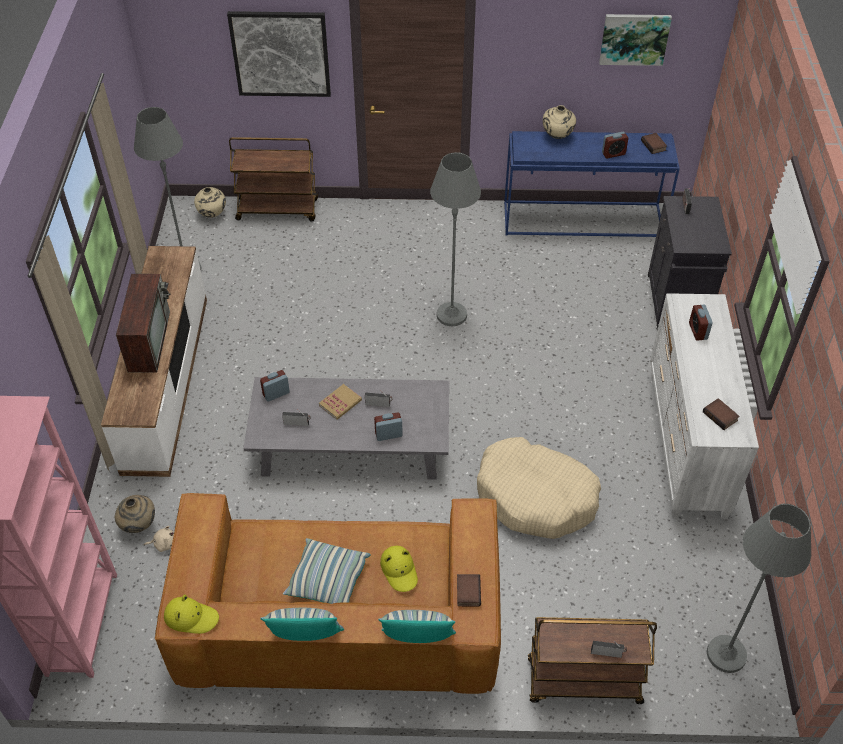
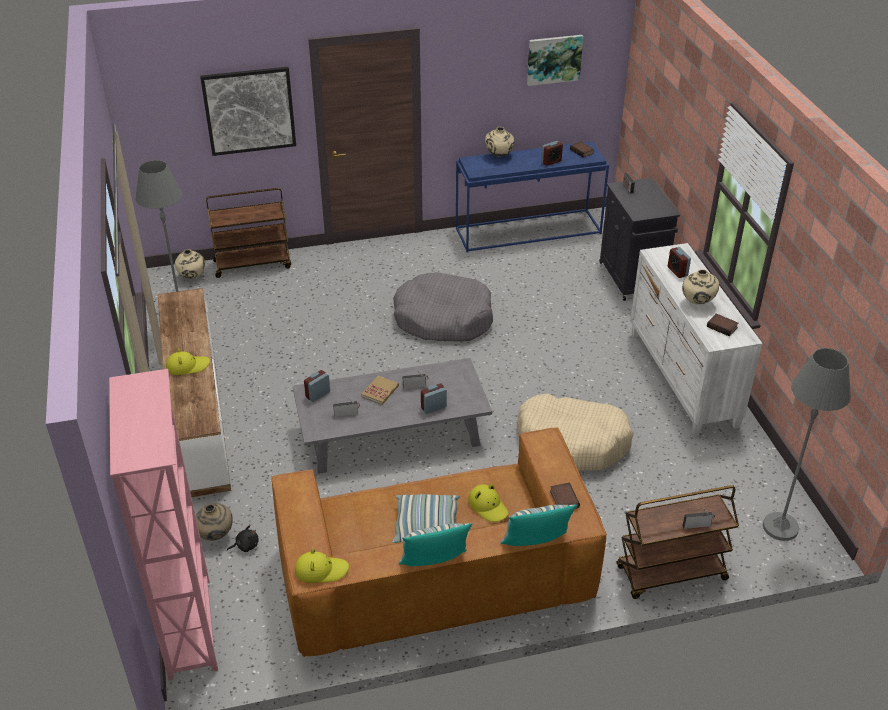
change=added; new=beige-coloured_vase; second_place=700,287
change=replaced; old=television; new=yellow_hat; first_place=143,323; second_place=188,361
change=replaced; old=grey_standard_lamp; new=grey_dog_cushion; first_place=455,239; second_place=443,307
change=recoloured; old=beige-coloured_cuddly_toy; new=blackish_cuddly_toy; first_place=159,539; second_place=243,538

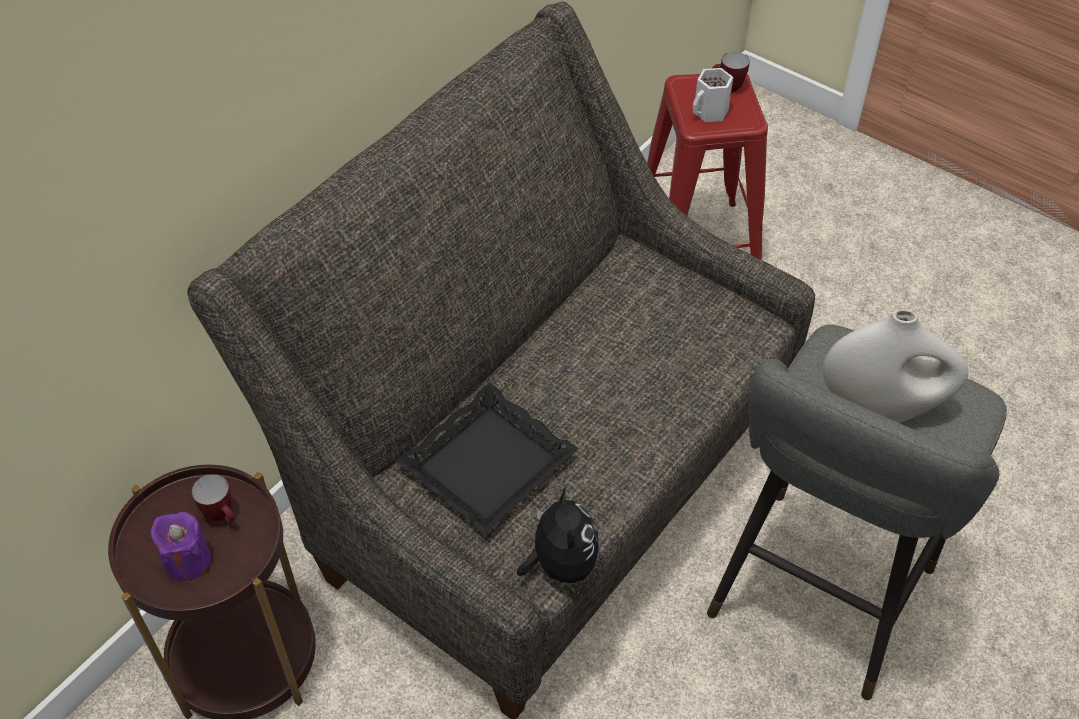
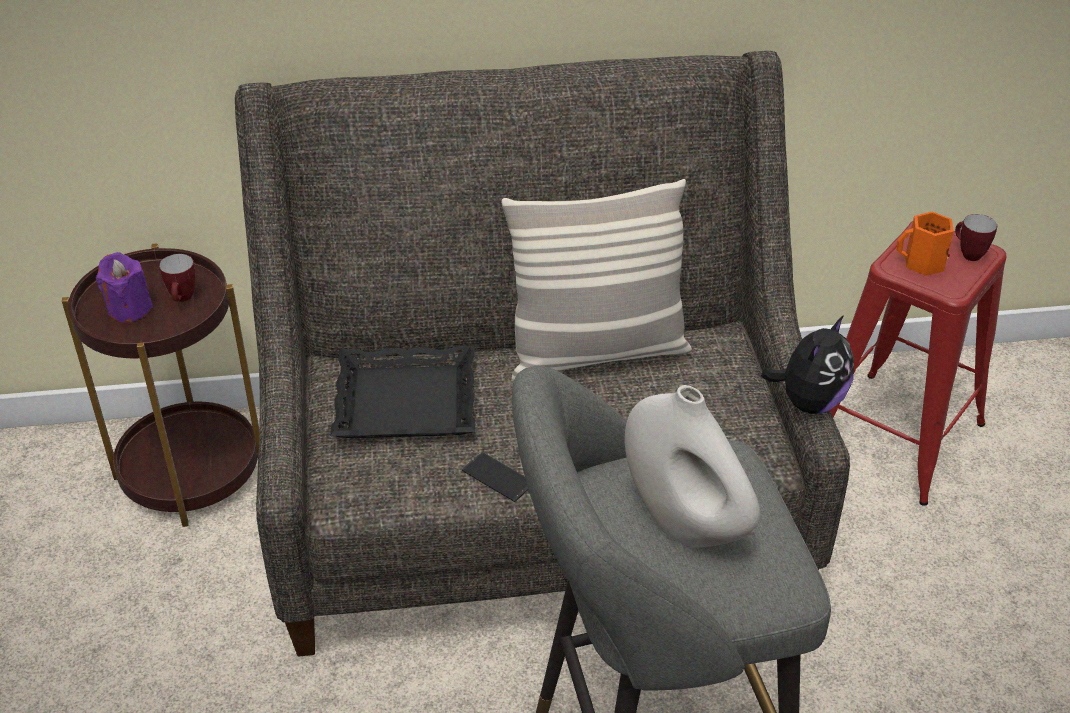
change=added; new=phone; second_place=495,477
change=added; new=cushion; second_place=596,279
change=moved; old=cuddly_toy; first_place=558,535; second_place=807,364
change=recoloured; old=white-coloured_coffee_mug; new=orange_coffee_mug; first_place=713,95; second_place=925,244

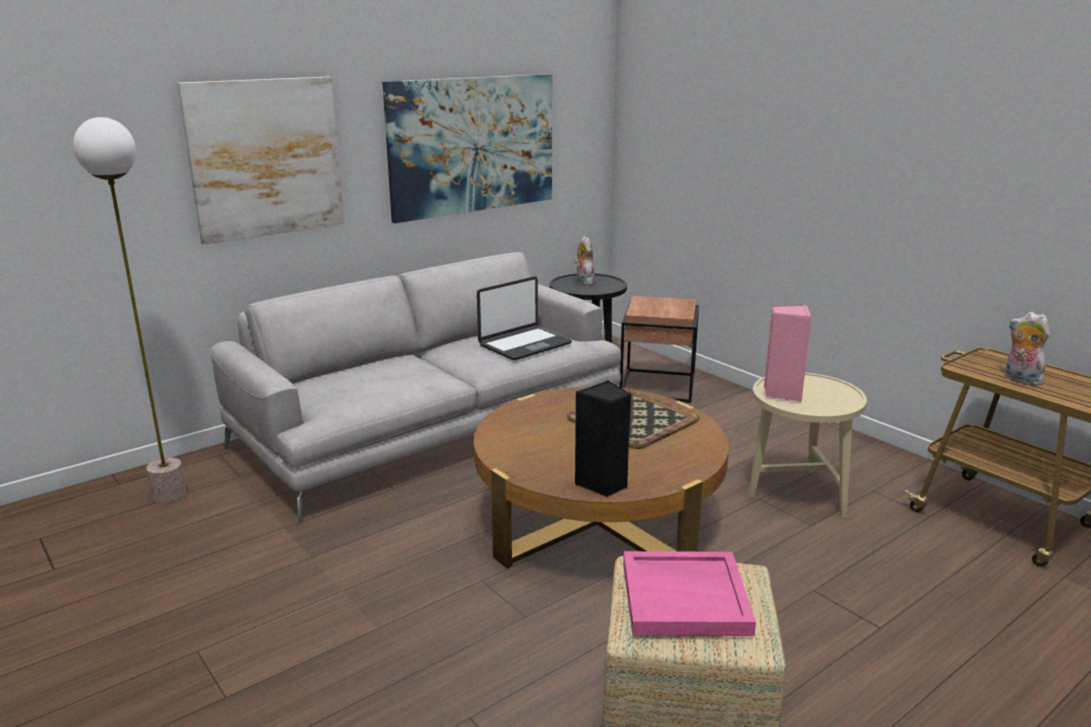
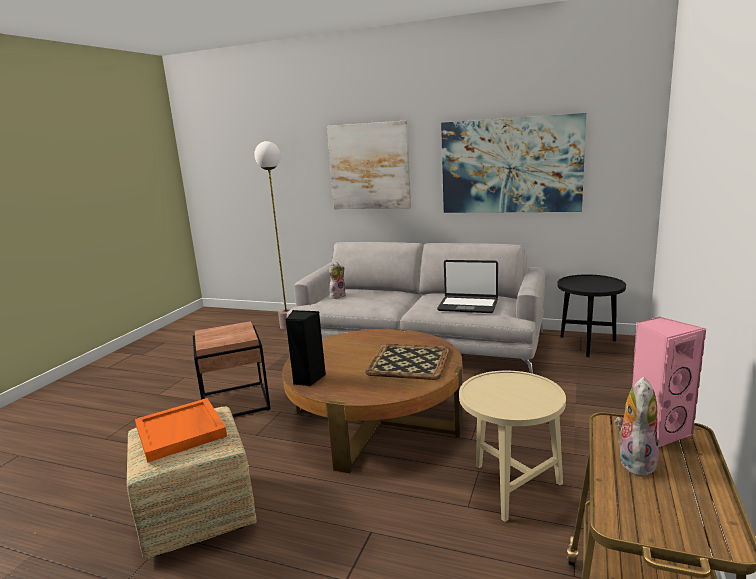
change=moved; old=cuddly_toy; first_place=584,260; second_place=337,280
change=moved; old=brown-coloured_side_table; first_place=659,349; second_place=232,369
change=moved; old=pink-coloured_loudspeaker; first_place=788,353; second_place=669,381
change=recoloured; old=pink-coloured_tray; new=orange_tray; first_place=689,593; second_place=181,430

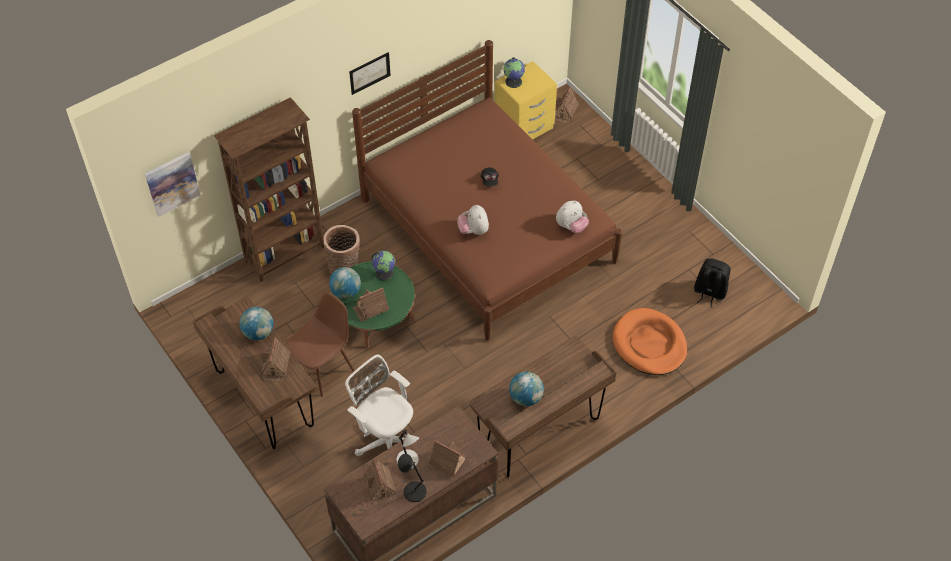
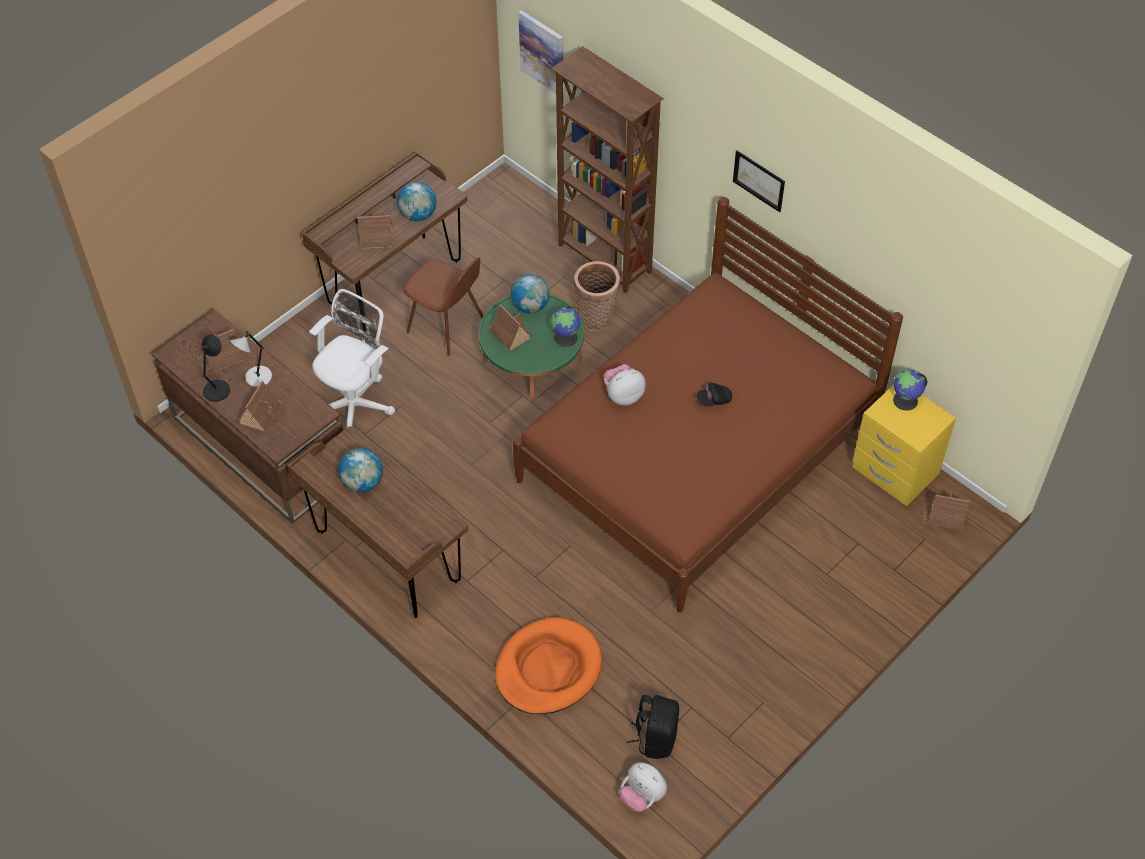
change=moved; old=cuddly_toy; first_place=572,217; second_place=643,787

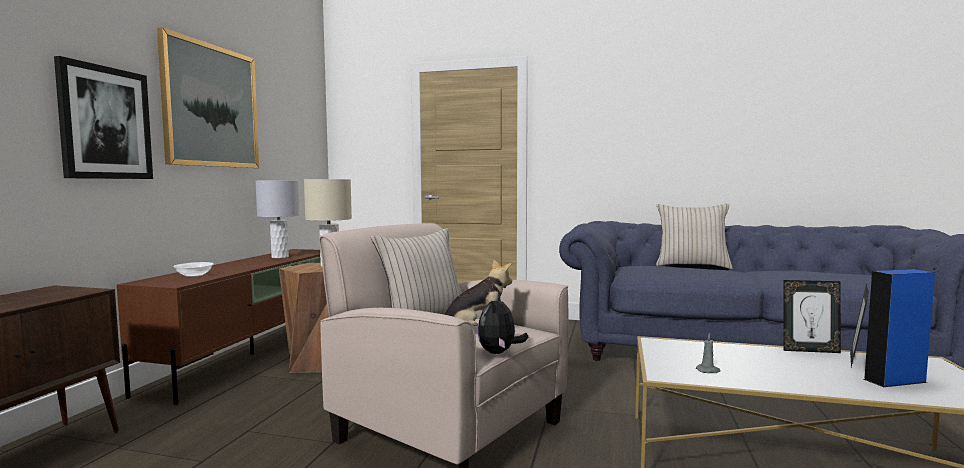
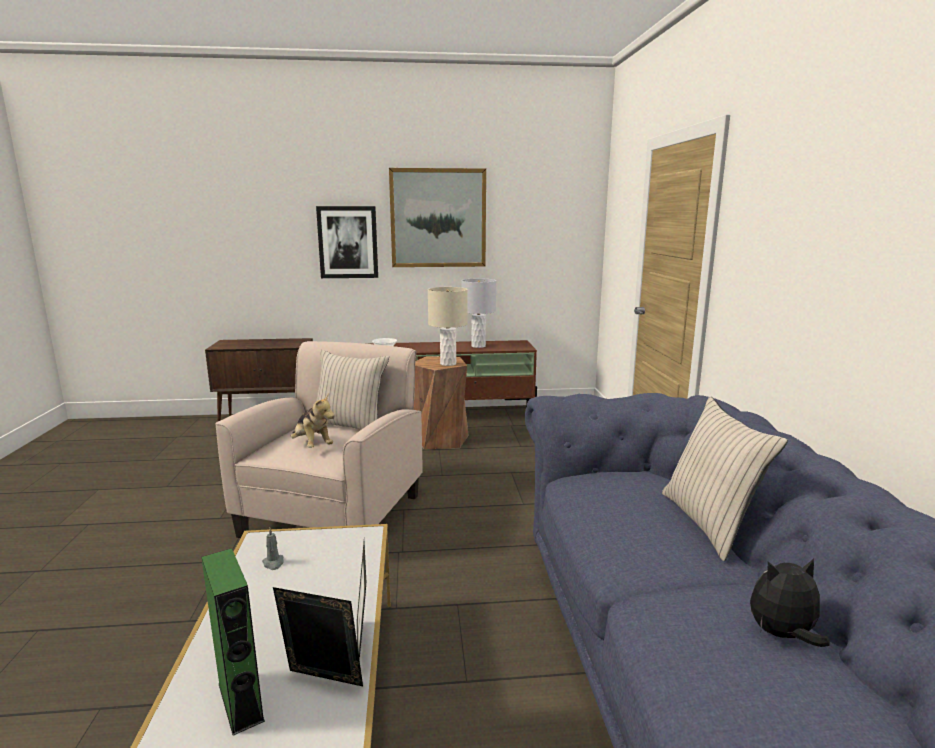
change=moved; old=cuddly_toy; first_place=503,323; second_place=790,602
change=recoloured; old=blue_loudspeaker; new=green-coloured_loudspeaker; first_place=899,328; second_place=233,642

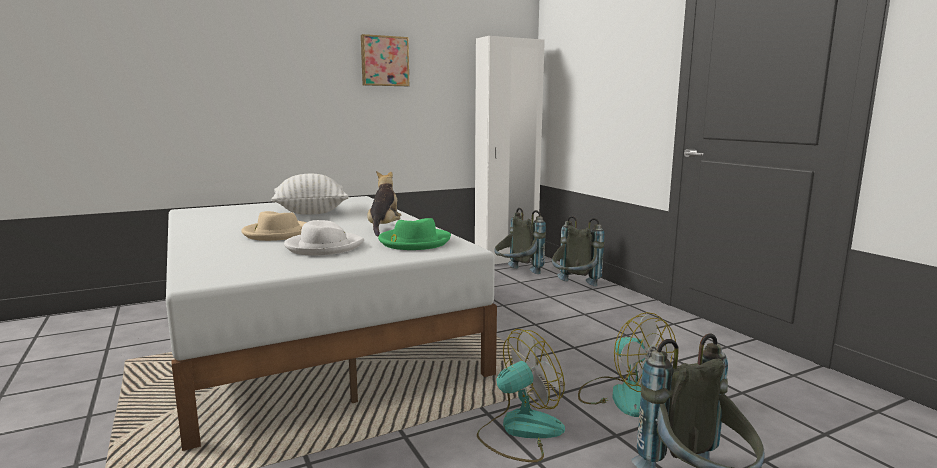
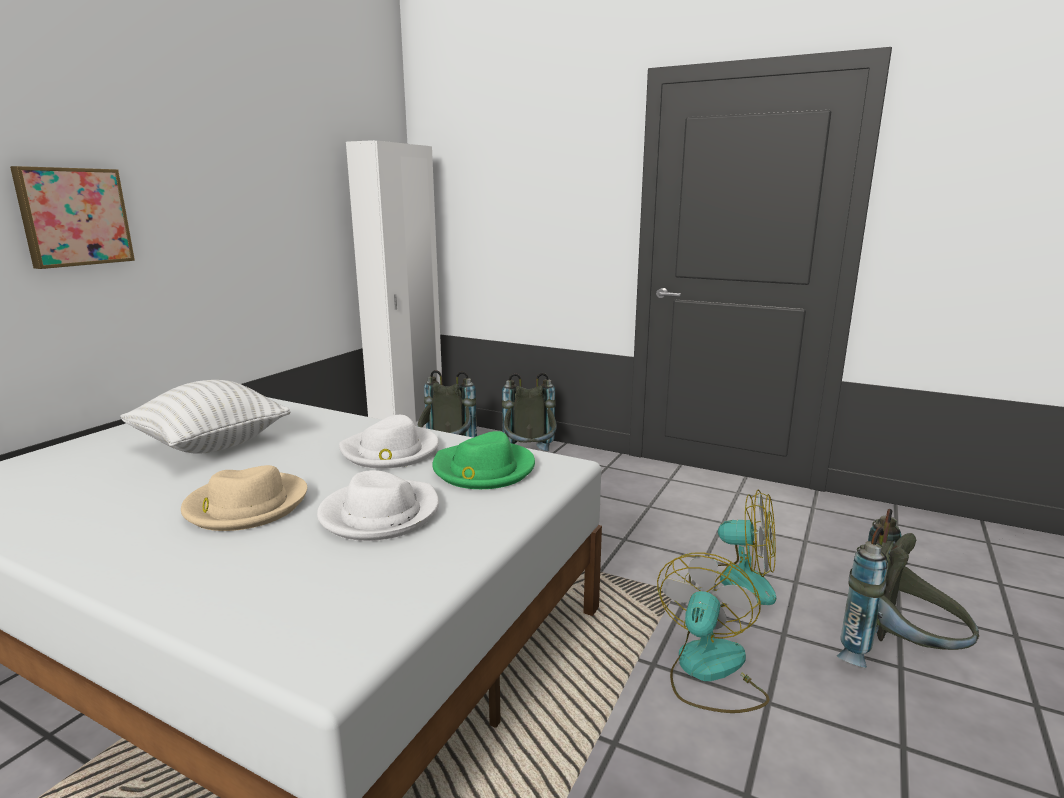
change=moved; old=wall_art; first_place=385,60; second_place=72,217
change=replaced; old=cuddly_toy; new=white-coloured_hat; first_place=384,203; second_place=389,442

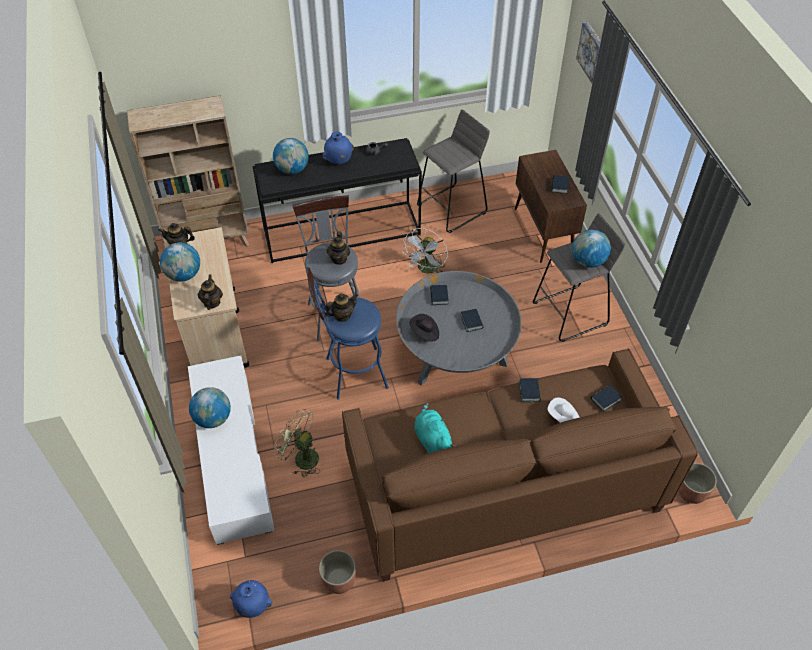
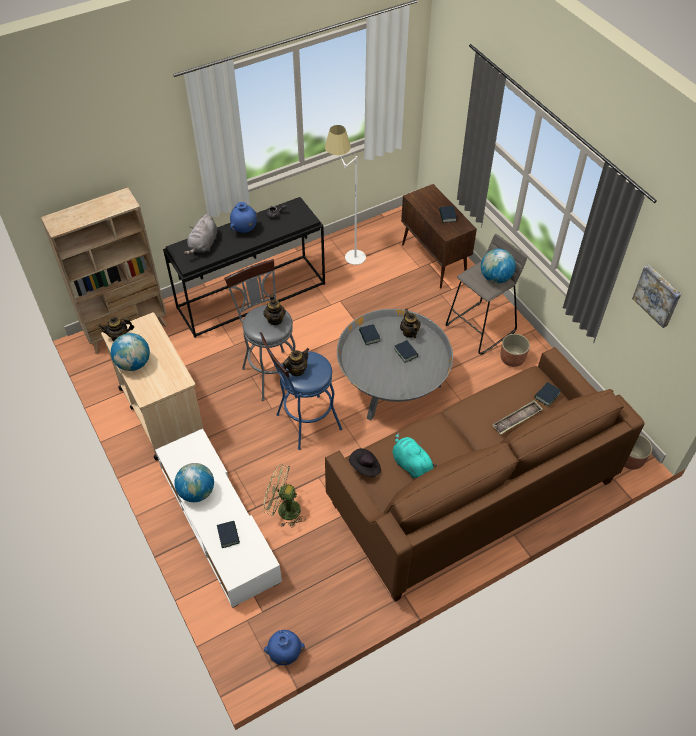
change=removed; old=white-coloured_fan; first_place=425,251
change=moved; old=pot_for_tea; first_place=210,292; second_place=410,323
change=moved; old=planter; first_place=337,572; second_place=515,350
change=moved; old=blackish_hat; first_place=424,328; second_place=365,462
change=moved; old=volume; first_place=530,390; second_place=228,534
change=moved; old=wall_art; first_place=588,52; second_place=656,296
change=replaced; old=world_globe; new=grey_cuddly_toy; first_place=291,156; second_place=200,234
change=replaced; old=grey_stool_seat; new=white-coloured_standard_lamp; first_place=453,171; second_place=345,195
change=replaced; old=white-coloured_hat; new=tray; first_place=564,410; second_place=518,417

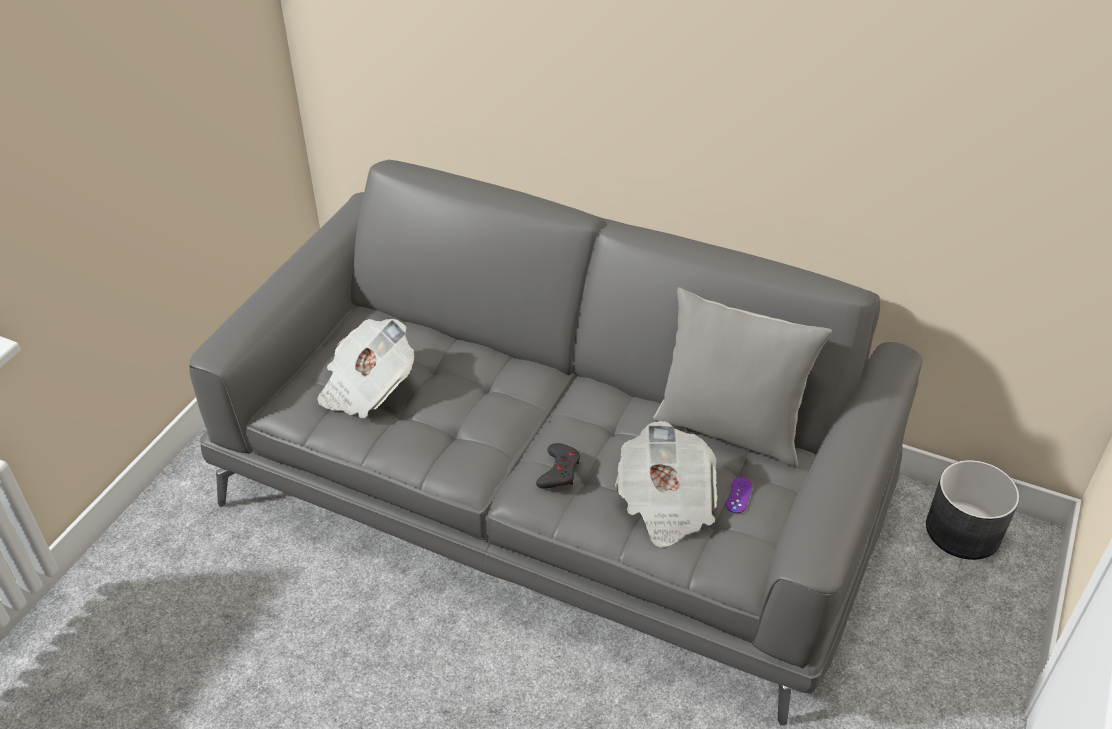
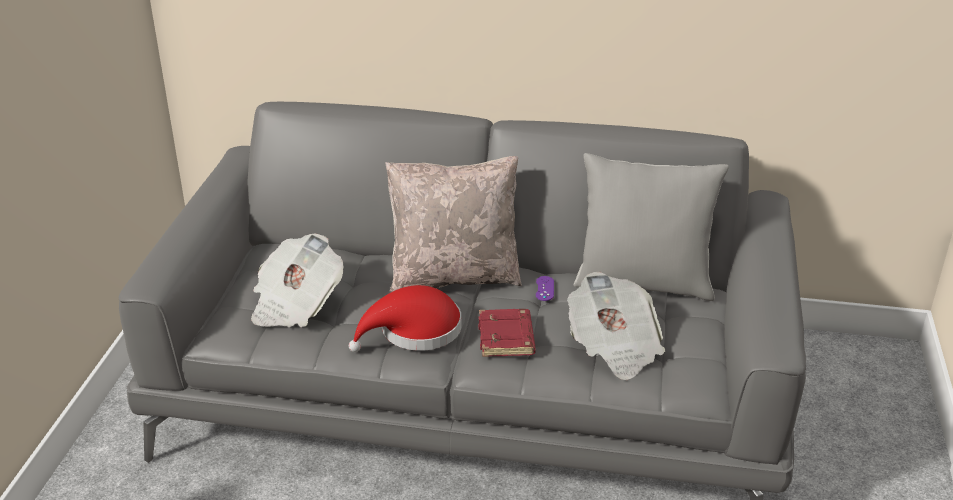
change=removed; old=grey_planter; first_place=972,510
change=added; new=red-coloured_hat; second_place=405,318
change=added; new=beige-coloured_cushion; second_place=453,224
change=moved; old=purplish_game_controller; first_place=739,495; second_place=545,288
change=replaced; old=grey_game_controller; new=red-coloured_volume; first_place=558,466; second_place=507,333

